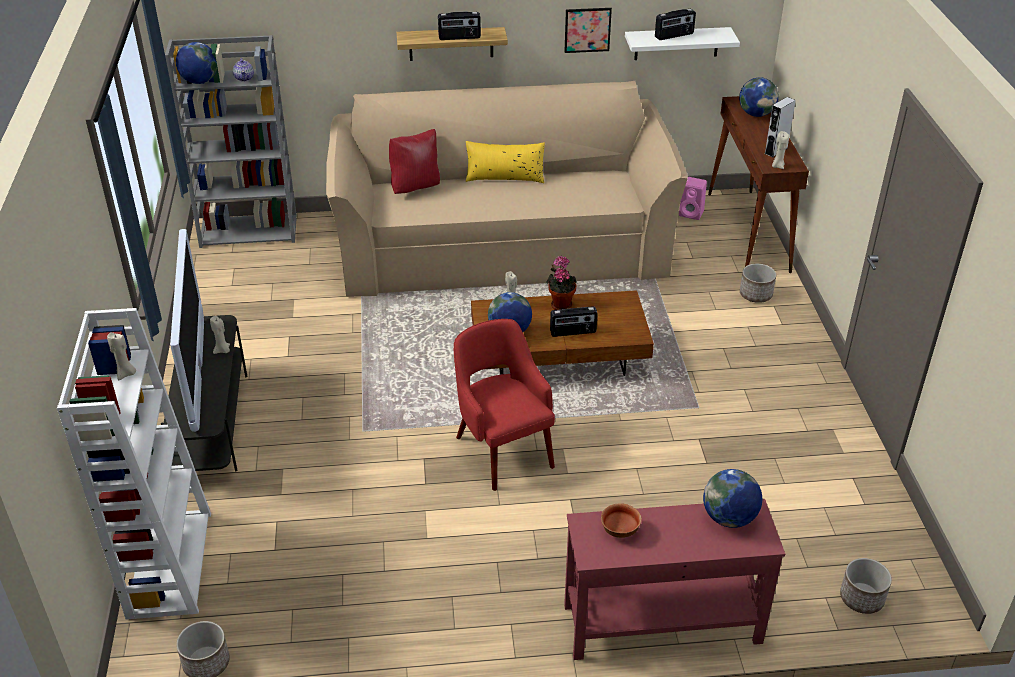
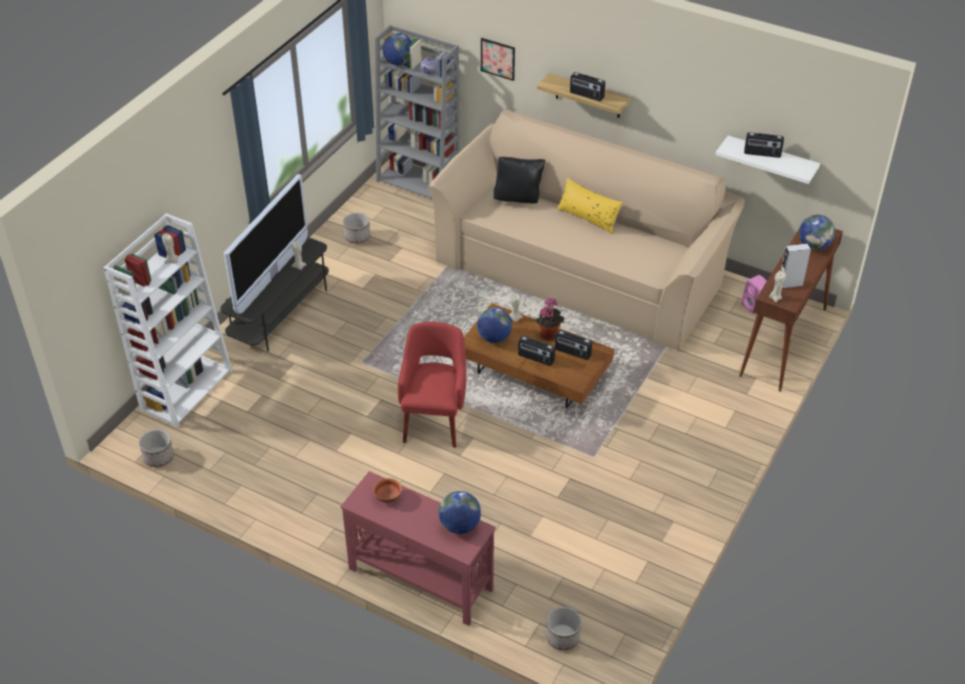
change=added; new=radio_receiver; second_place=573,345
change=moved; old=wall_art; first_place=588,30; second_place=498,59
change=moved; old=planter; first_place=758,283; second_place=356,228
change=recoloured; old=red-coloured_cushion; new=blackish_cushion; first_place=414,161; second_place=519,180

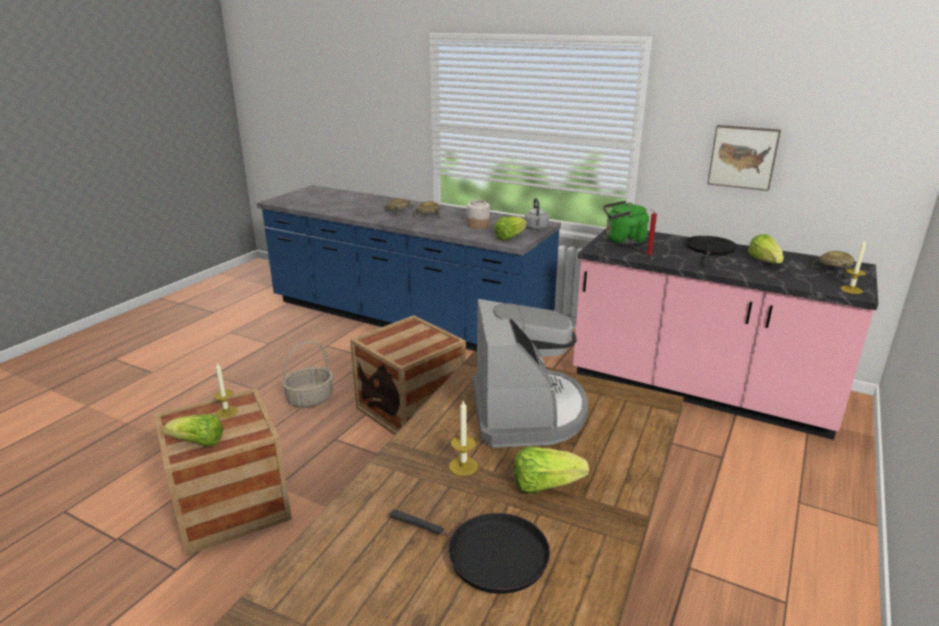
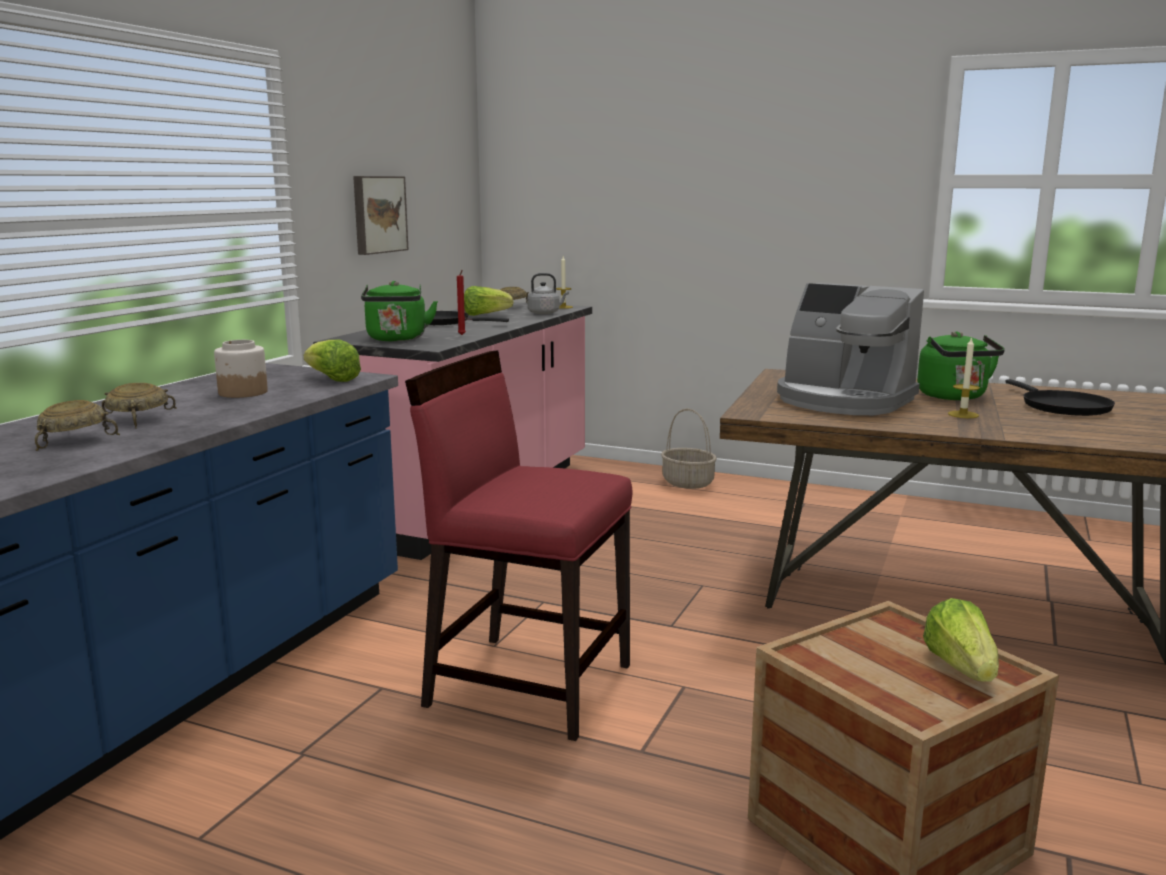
change=removed; old=wax_light; first_place=226,390
change=moved; old=basket; first_place=307,374; second_place=689,448
change=moved; old=grey_tea_kettle; first_place=537,214; second_place=548,293
change=replaced; old=shipping_crate; new=red-coloured_plain_chair; first_place=408,375; second_place=518,545
change=replaced; old=lettuce; new=green-coloured_tea_kettle; first_place=551,470; second_place=961,365
change=turned; old=blackish_frying_pan; first_place=470,551; second_place=1060,397; degrees=150
change=turned; old=coffee_brewer; first_place=530,373; second_place=850,349; degrees=-135

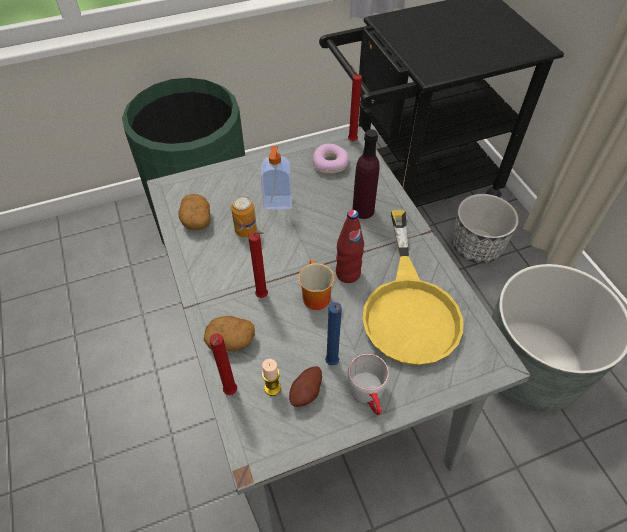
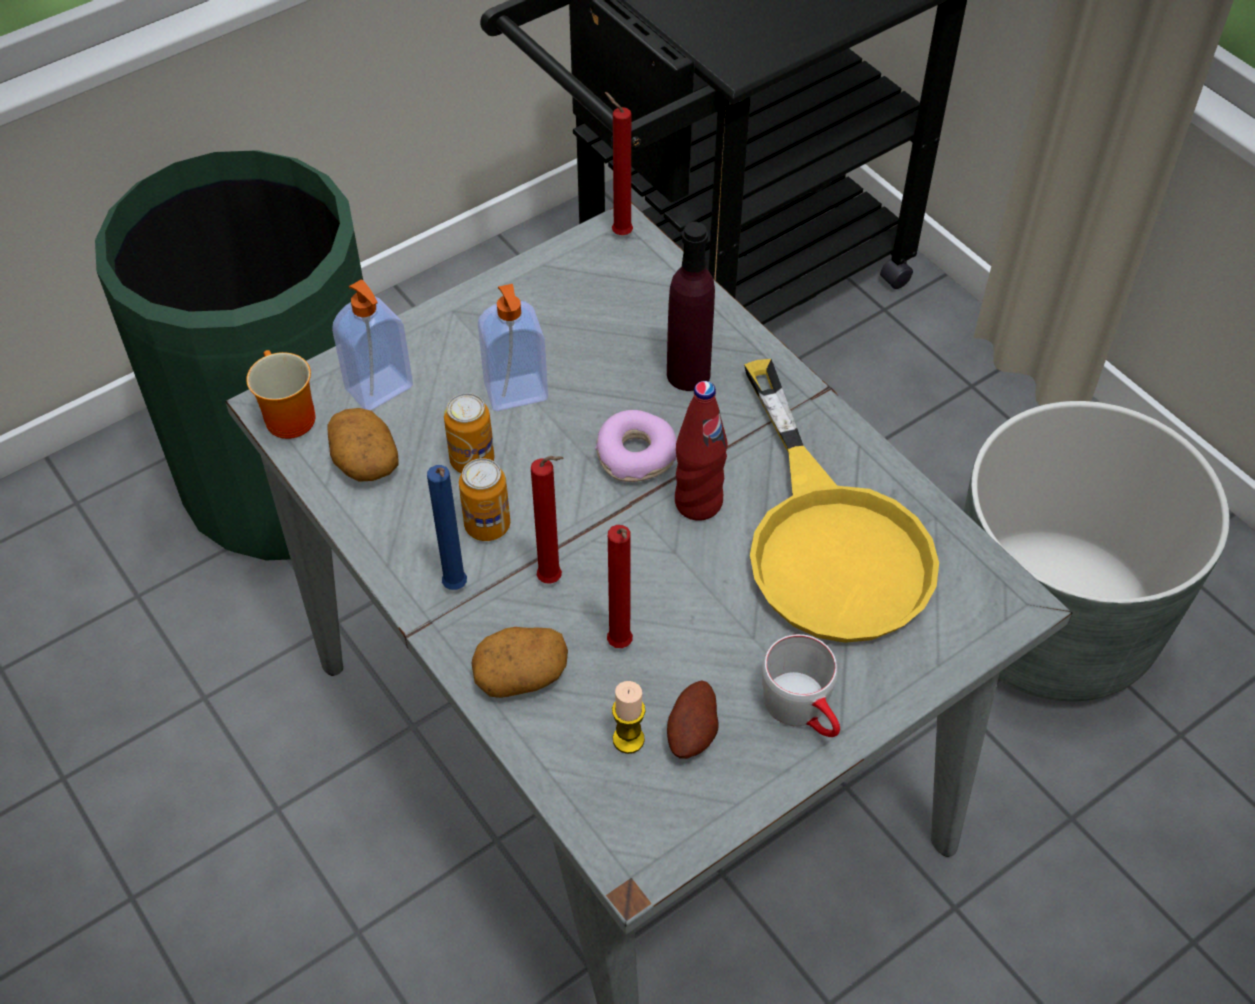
change=removed; old=planter; first_place=485,228
change=added; new=soap_dispenser; second_place=372,344
change=added; new=sealed_can; second_place=484,499
change=moved; old=red-coloured_wax_light; first_place=223,364; second_place=620,586
change=moved; old=coffee_mug; first_place=316,284; second_place=280,394
change=moved; old=doughnut; first_place=330,158; second_place=636,446
change=moved; old=blue_wax_light; first_place=333,334; second_place=447,527

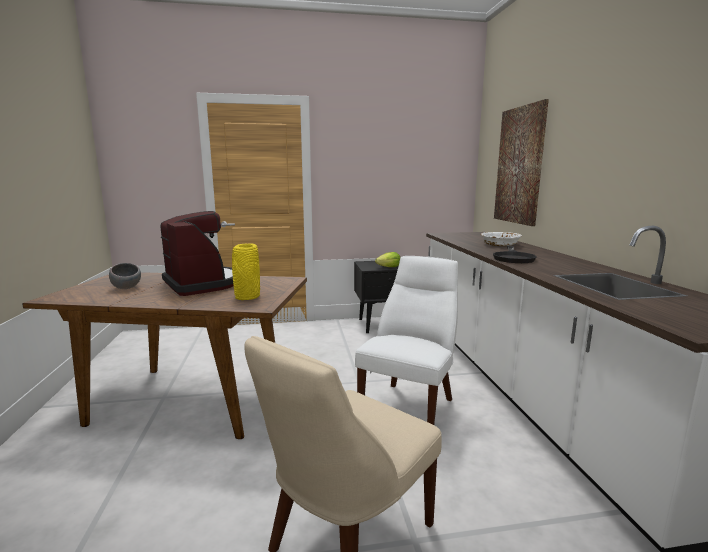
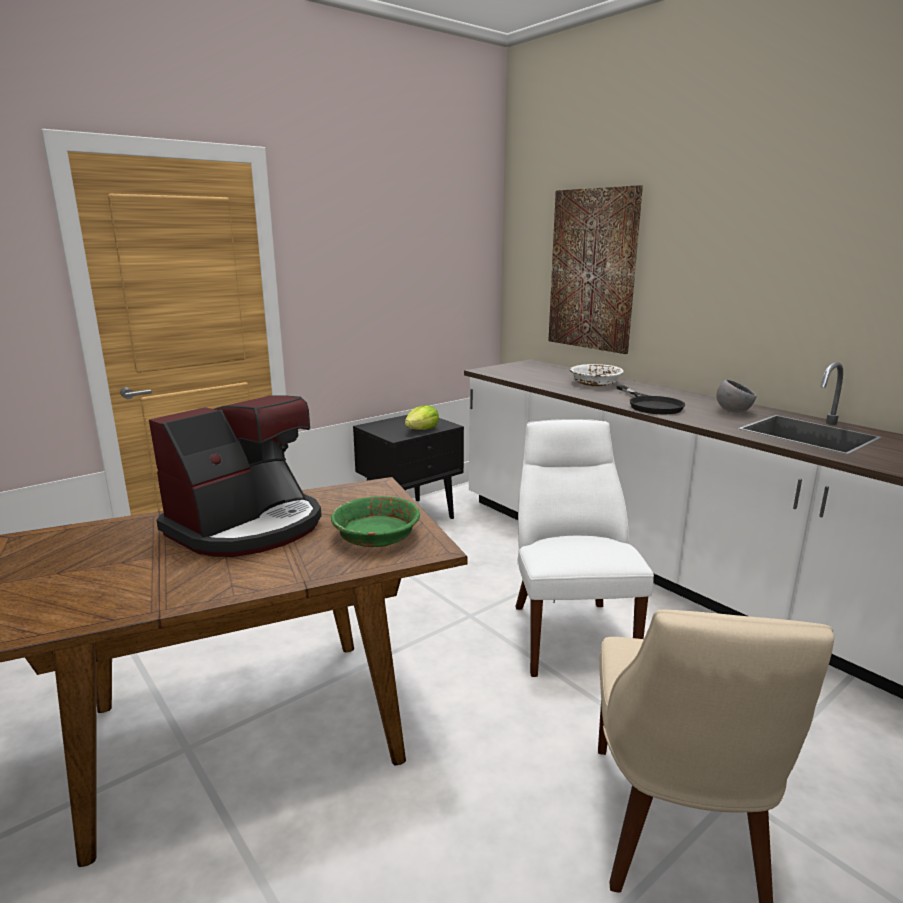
change=moved; old=grey_serving_bowl; first_place=125,276; second_place=736,396
change=replaced; old=yellow_vase; new=green-coloured_serving_bowl; first_place=246,272; second_place=375,521
change=turned; old=coffee_brewer; first_place=196,253; second_place=235,476; degrees=105

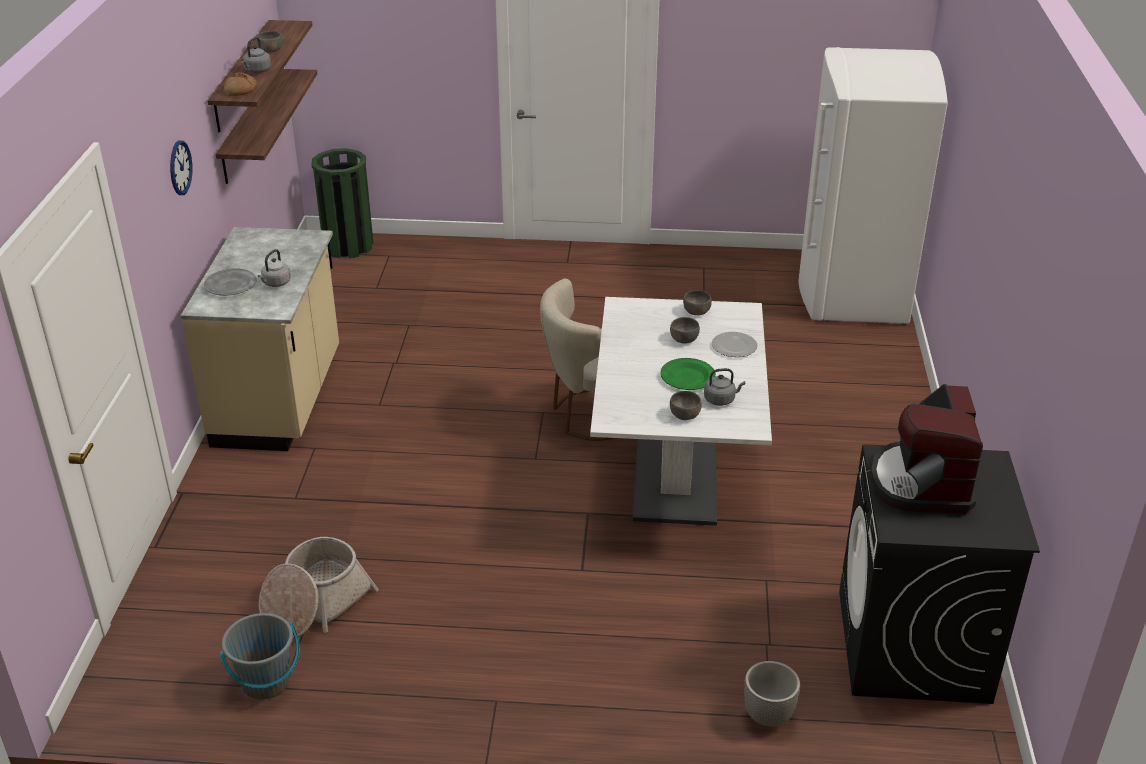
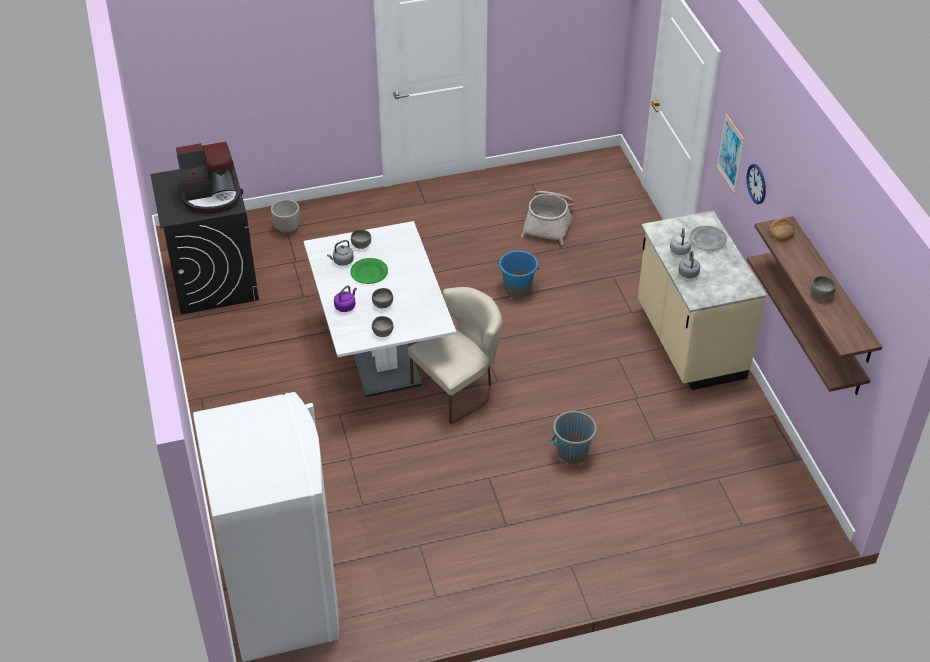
change=removed; old=green-coloured_waste_bin; first_place=342,203
change=added; new=blue_bucket; second_place=518,274
change=added; new=wall_art; second_place=730,153
change=moved; old=grey_bucket; first_place=259,656; second_place=574,437
change=moved; old=grey_tea_kettle; first_place=256,55; second_place=689,265
change=replaced; old=plate; new=purplish_tea_kettle; first_place=735,344; second_place=345,299
change=turned; old=coffee_brewer; first_place=926,449; second_place=208,177; degrees=90

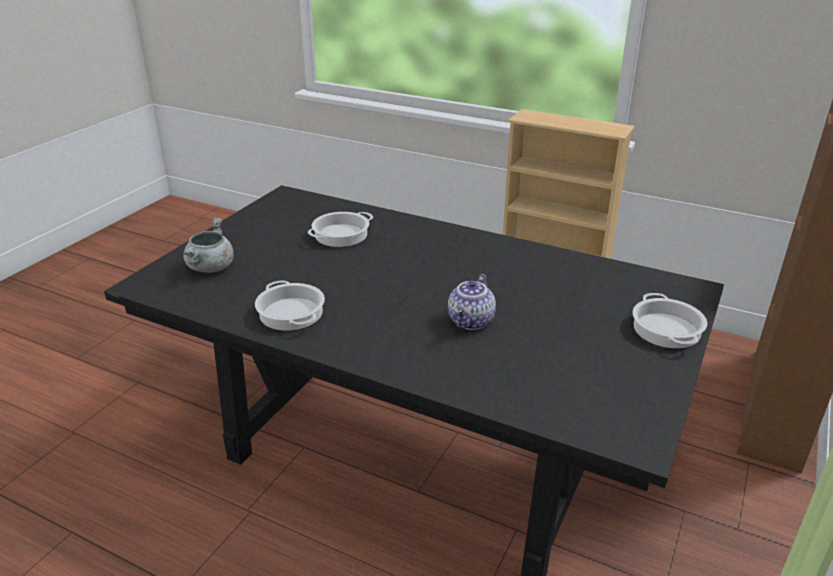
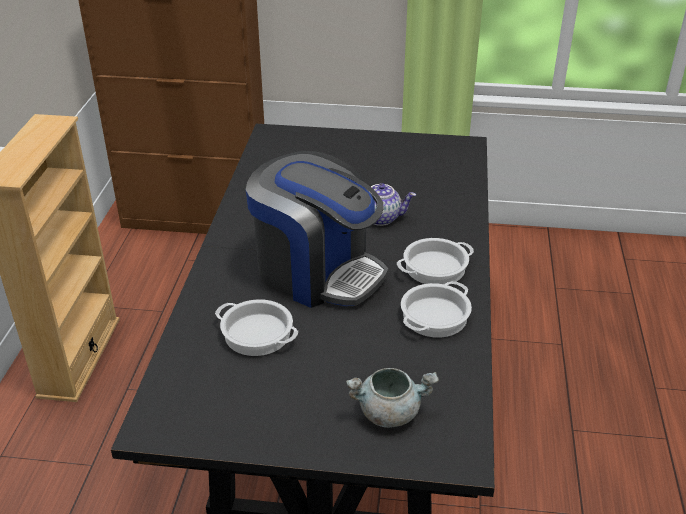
change=added; new=coffee_brewer; second_place=317,229
change=moved; old=stockpot; first_place=670,320; second_place=435,261

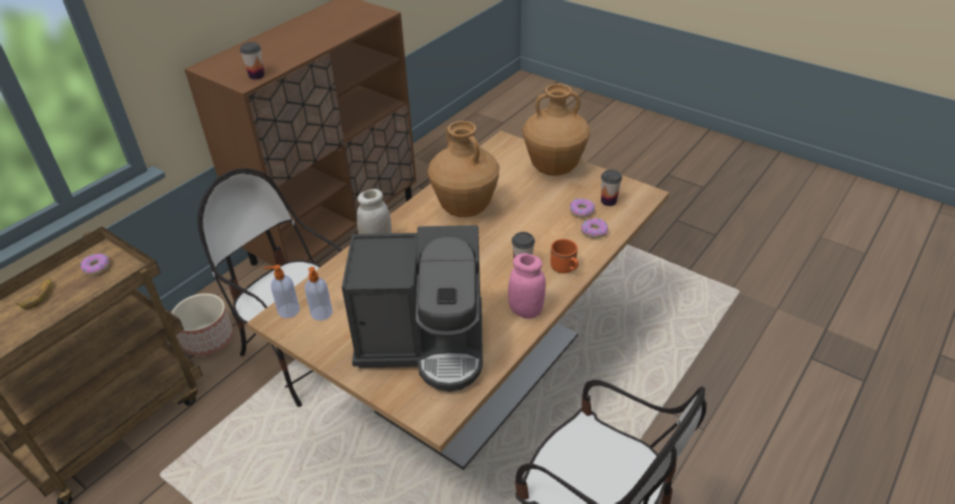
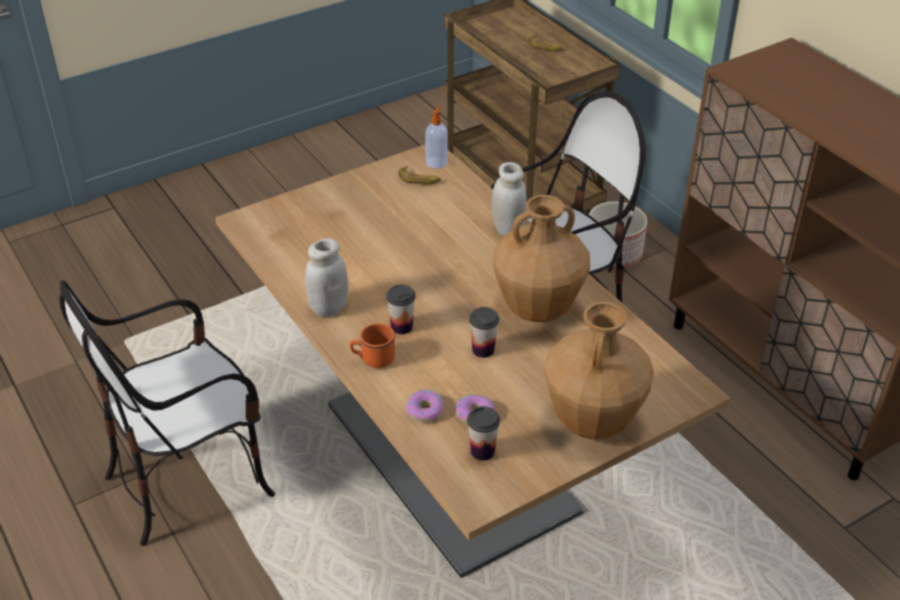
change=removed; old=doughnut; first_place=95,264
change=removed; old=coffee_brewer; first_place=412,308
change=moved; old=drinking_cup; first_place=252,61; second_place=484,332
change=replaced; old=soap_dispenser; new=whole_banana; first_place=319,294; second_place=419,175
change=recoloured; old=pink-coloured_storage_jar; new=white-coloured_storage_jar; first_place=527,286; second_place=326,277

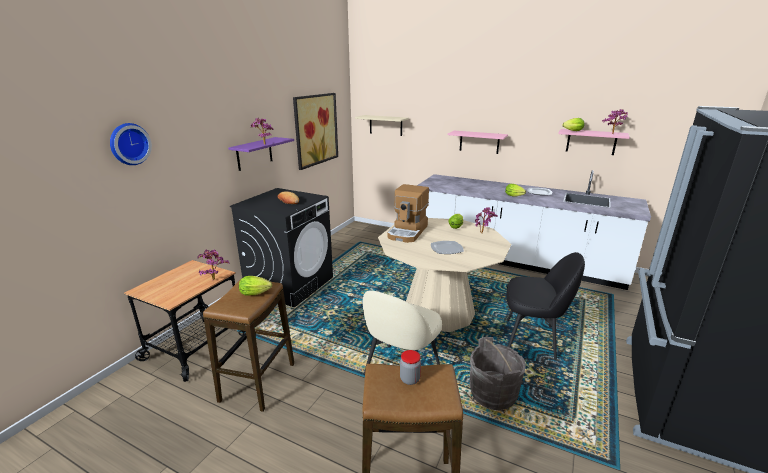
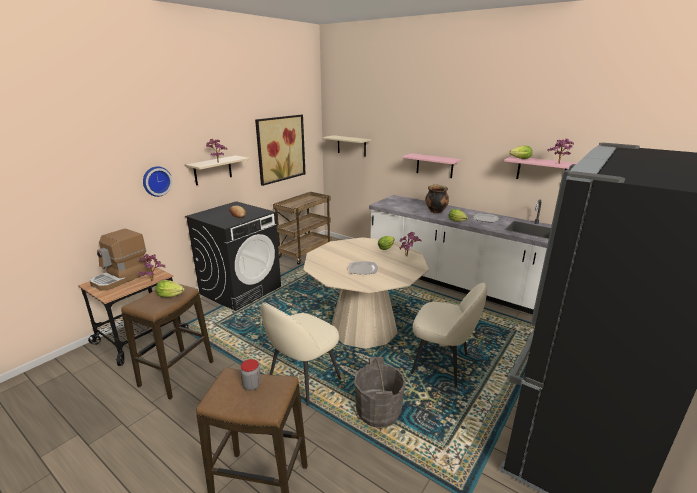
change=added; new=brown-coloured_trolley; second_place=302,228
change=added; new=stockpot; second_place=437,199
change=moved; old=wall_clock; first_place=131,144; second_place=157,181
change=moved; old=coffee_brewer; first_place=408,213; second_place=120,259
change=recoloured; old=purplish_shelf; new=beige-coloured_shelf; first_place=261,154; second_place=217,170
change=recoloured; old=blackish_plain_chair; new=beige-coloured_plain_chair; first_place=546,306; second_place=449,335

